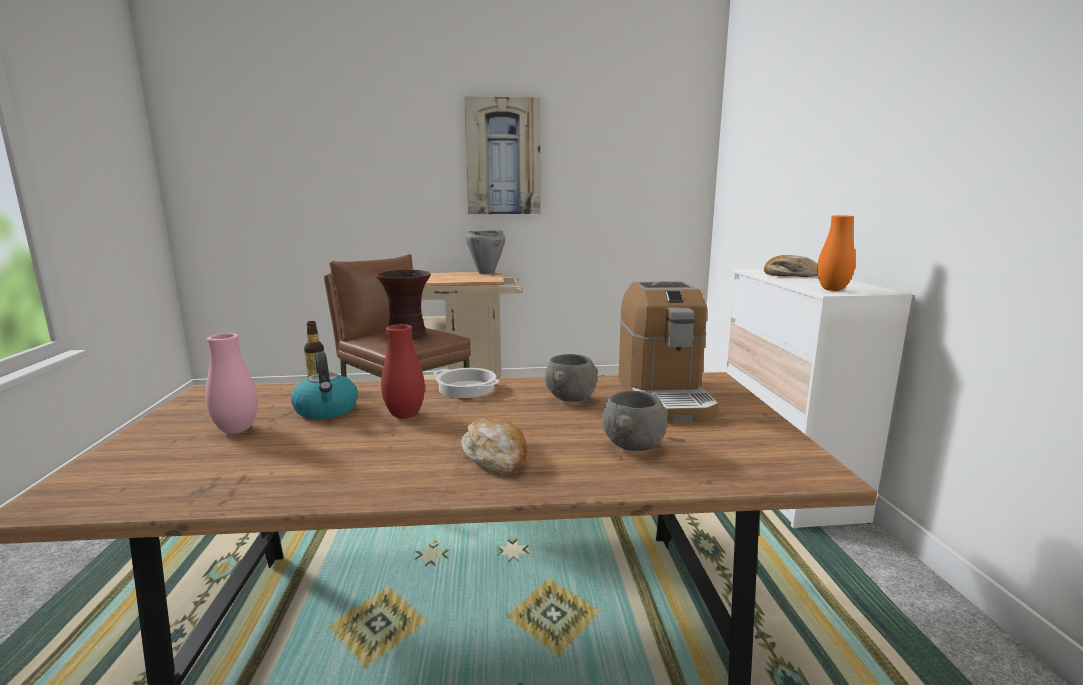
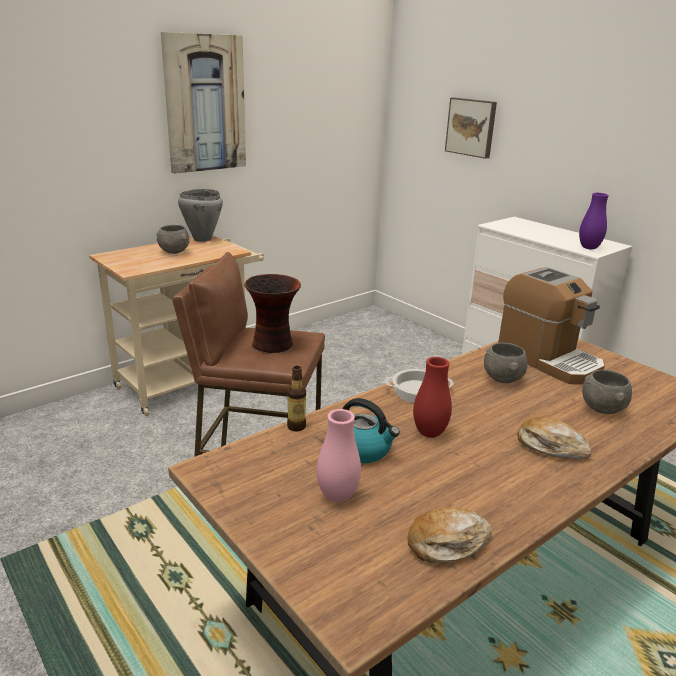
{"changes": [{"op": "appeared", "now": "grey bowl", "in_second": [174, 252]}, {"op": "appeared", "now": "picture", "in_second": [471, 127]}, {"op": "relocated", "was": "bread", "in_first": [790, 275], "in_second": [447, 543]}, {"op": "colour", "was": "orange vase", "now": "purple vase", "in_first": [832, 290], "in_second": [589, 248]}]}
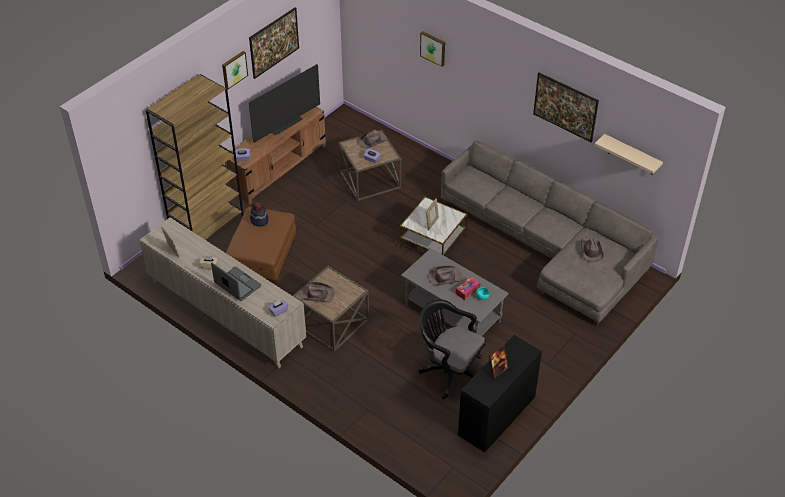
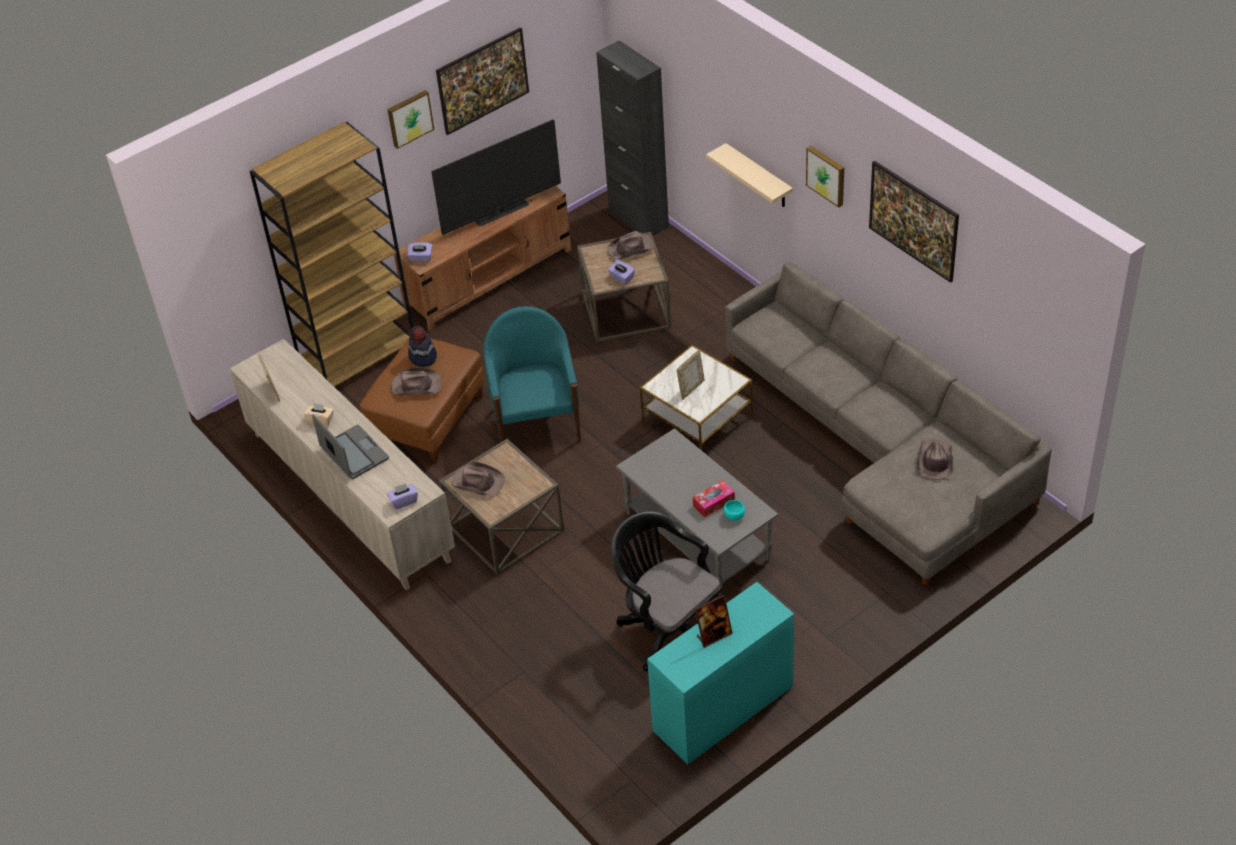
{"changes": [{"op": "appeared", "now": "turquoise armchair", "in_second": [536, 422]}, {"op": "appeared", "now": "black cabinet", "in_second": [638, 218]}, {"op": "relocated", "was": "picture", "in_first": [433, 48], "in_second": [826, 175]}, {"op": "relocated", "was": "brown hat", "in_first": [444, 277], "in_second": [416, 385]}, {"op": "relocated", "was": "beige shelf", "in_first": [631, 155], "in_second": [759, 177]}, {"op": "colour", "was": "black desk", "now": "turquoise desk", "in_first": [497, 416], "in_second": [723, 709]}]}
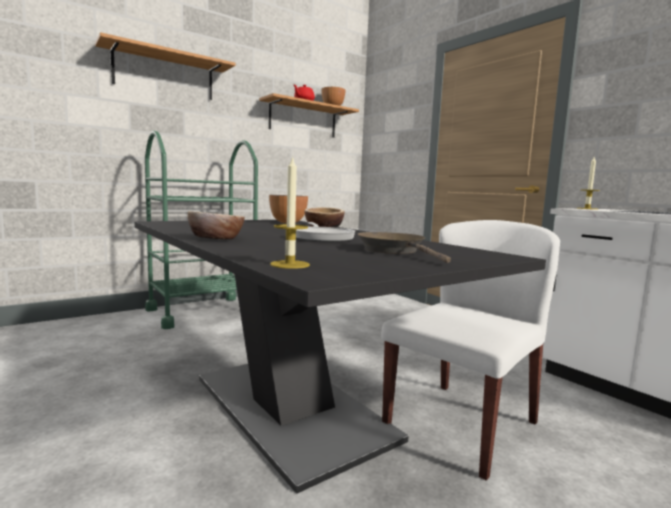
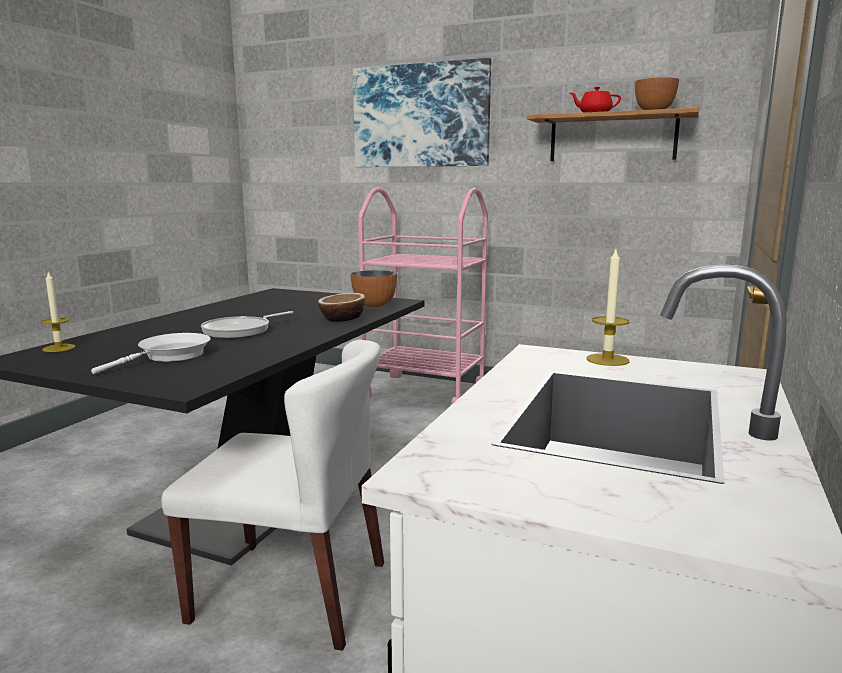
{"changes": [{"op": "missing", "was": "bowl", "in_first": [216, 238]}, {"op": "exchanged", "was": "shelf", "now": "picture", "in_first": [164, 74], "in_second": [420, 116]}, {"op": "colour", "was": "green cart", "now": "pink cart", "in_first": [202, 312], "in_second": [424, 392]}, {"op": "colour", "was": "brown frying pan", "now": "white frying pan", "in_first": [394, 251], "in_second": [170, 356]}]}
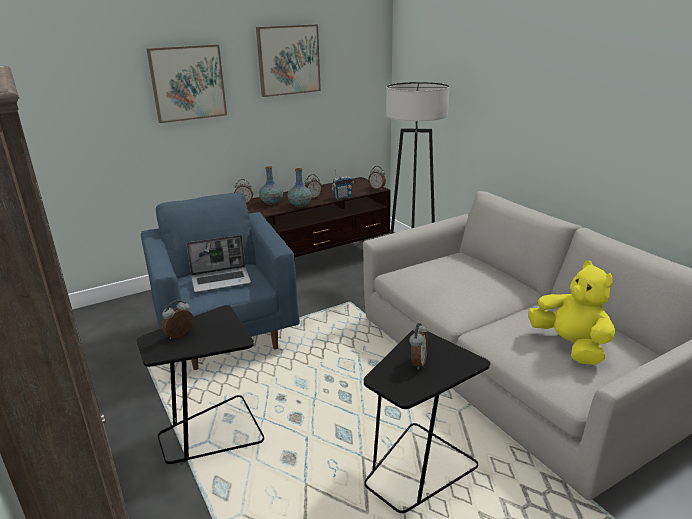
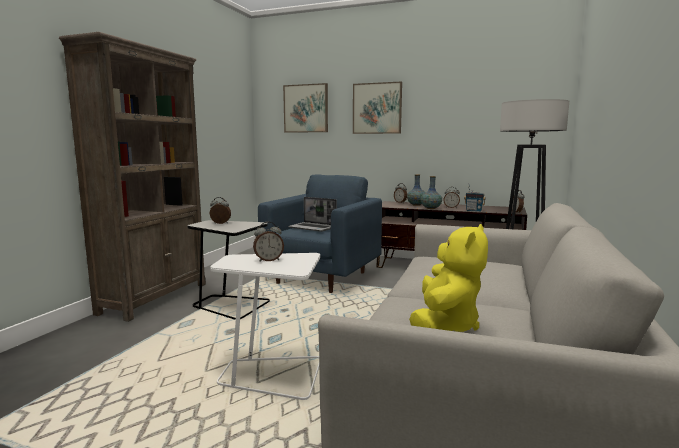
{"changes": [{"op": "relocated", "was": "picture", "in_first": [288, 60], "in_second": [306, 108]}, {"op": "colour", "was": "black side table", "now": "white side table", "in_first": [417, 468], "in_second": [272, 376]}]}
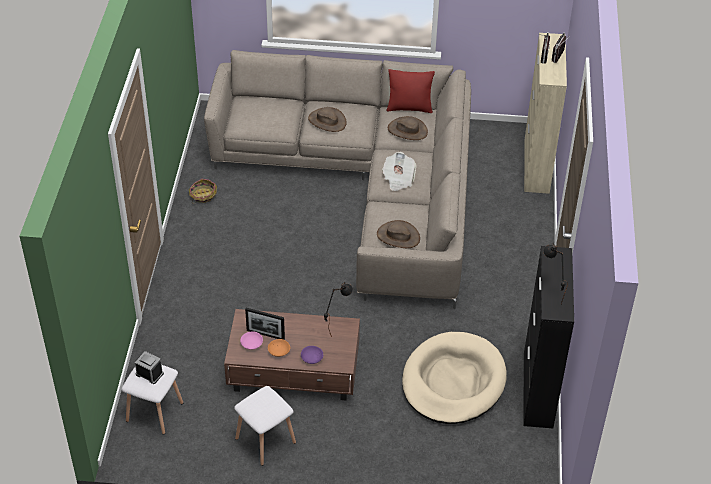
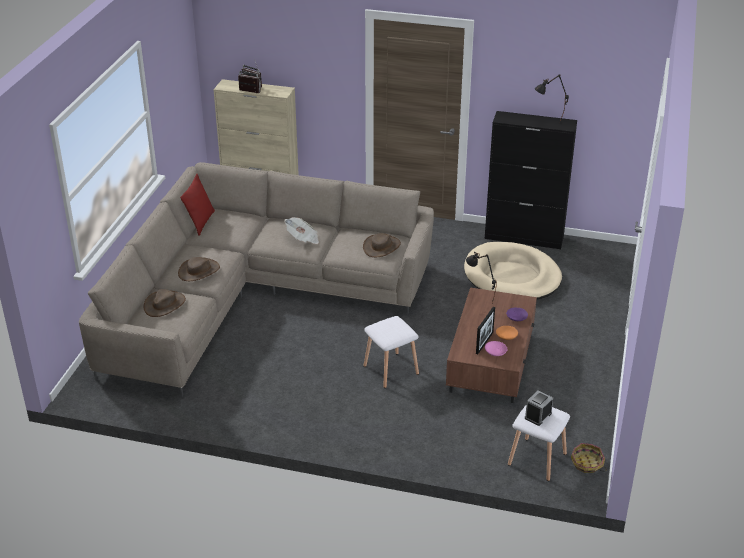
{"changes": [{"op": "relocated", "was": "basket", "in_first": [202, 195], "in_second": [587, 464]}, {"op": "relocated", "was": "white stool", "in_first": [264, 440], "in_second": [390, 370]}, {"op": "relocated", "was": "brown hat", "in_first": [407, 130], "in_second": [164, 304]}]}
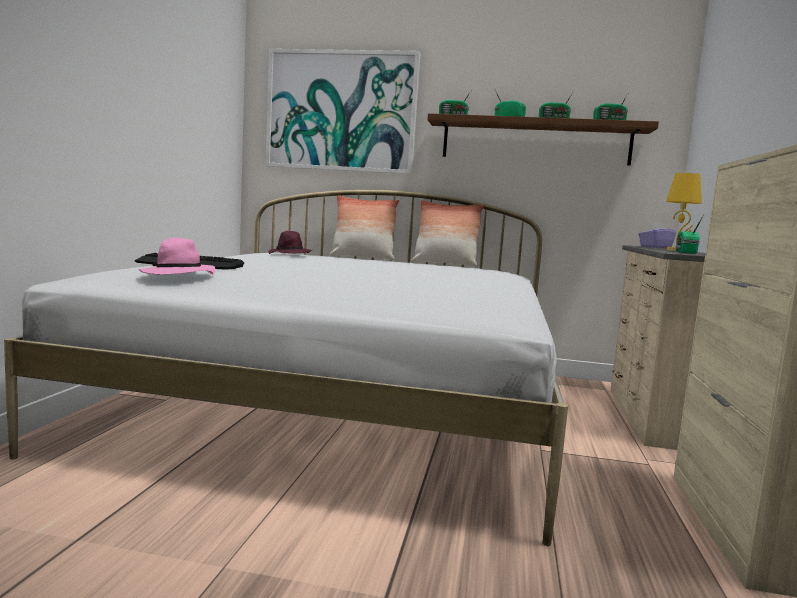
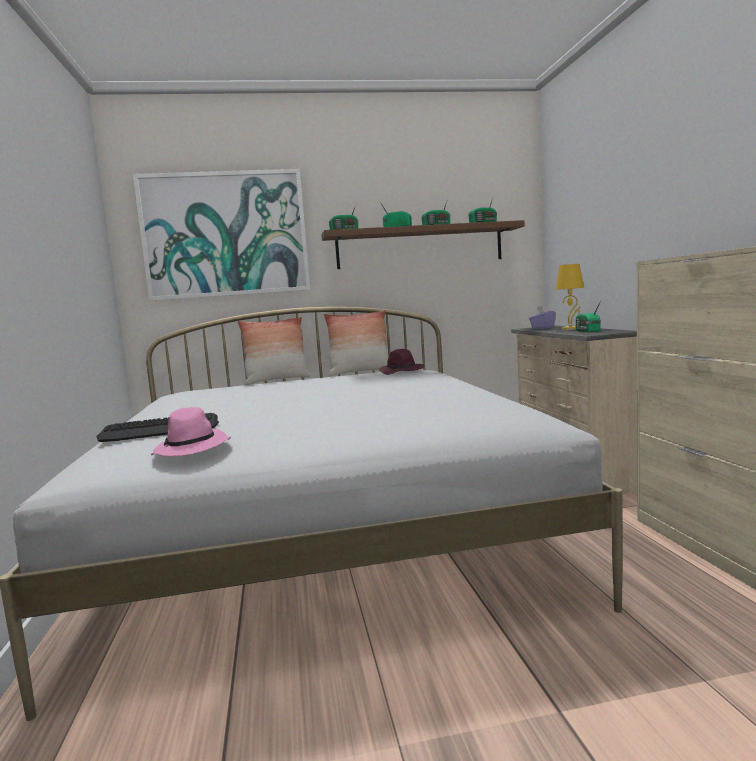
{"changes": [{"op": "relocated", "was": "purple hat", "in_first": [290, 254], "in_second": [402, 371]}]}
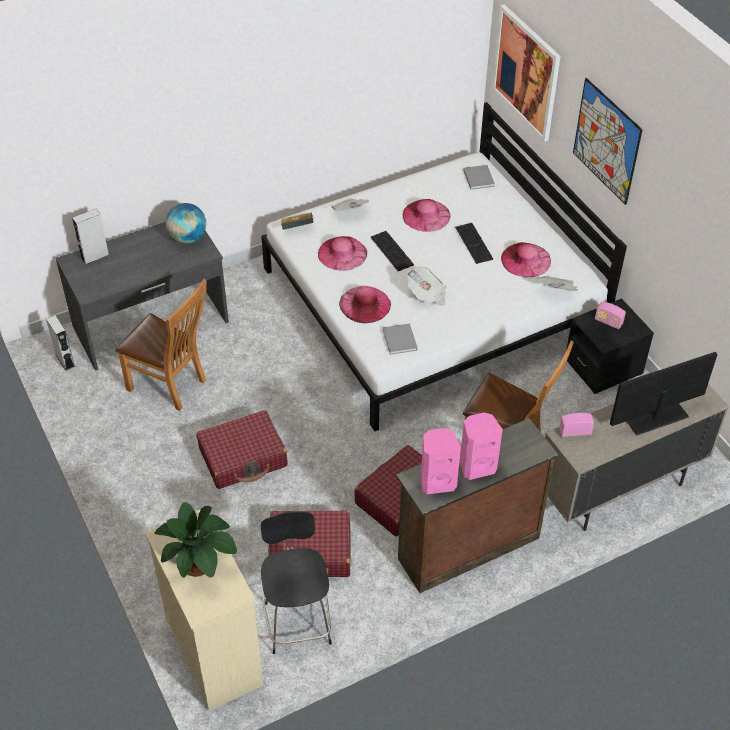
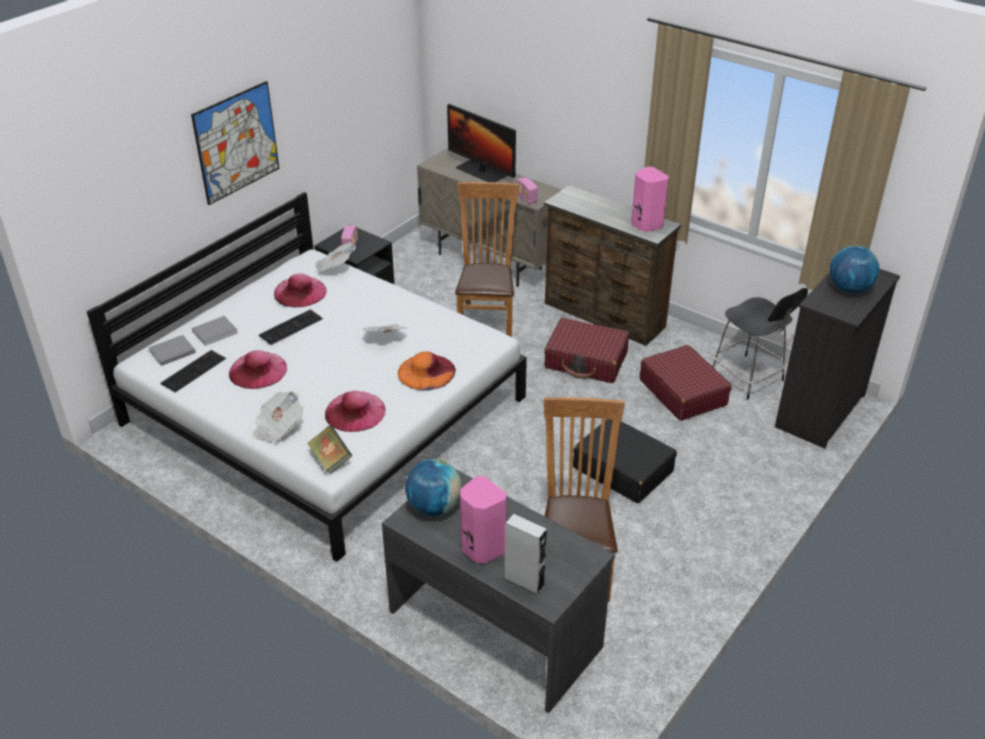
{"changes": [{"op": "missing", "was": "grey speaker", "in_first": [65, 360]}, {"op": "missing", "was": "picture", "in_first": [526, 72]}, {"op": "relocated", "was": "keyboard", "in_first": [393, 251], "in_second": [193, 370]}, {"op": "relocated", "was": "grey book", "in_first": [400, 341], "in_second": [216, 331]}, {"op": "relocated", "was": "pink speaker", "in_first": [477, 466], "in_second": [481, 548]}, {"op": "exchanged", "was": "potted plant", "now": "globe", "in_first": [199, 564], "in_second": [849, 289]}, {"op": "colour", "was": "beige dresser", "now": "black dresser", "in_first": [214, 651], "in_second": [819, 411]}, {"op": "colour", "was": "red suitcase", "now": "black suitcase", "in_first": [243, 457], "in_second": [622, 469]}, {"op": "colour", "was": "pink hat", "now": "orange hat", "in_first": [365, 304], "in_second": [426, 372]}, {"op": "spun", "was": "black chair", "in_first": [297, 620], "in_second": [748, 378], "clockwise": -90}]}
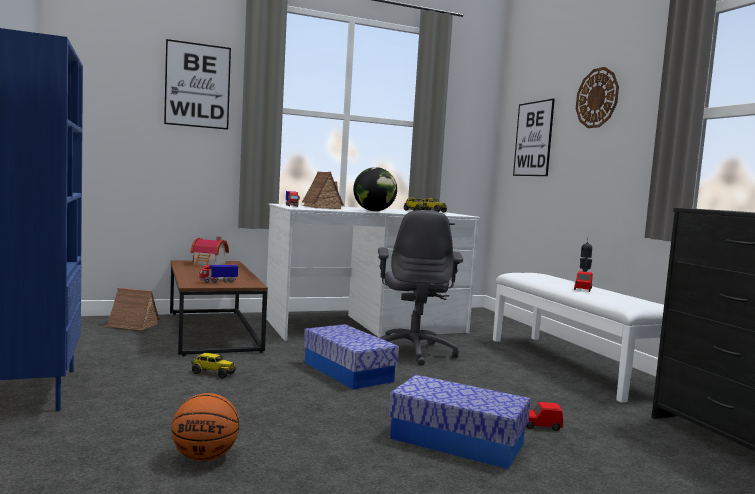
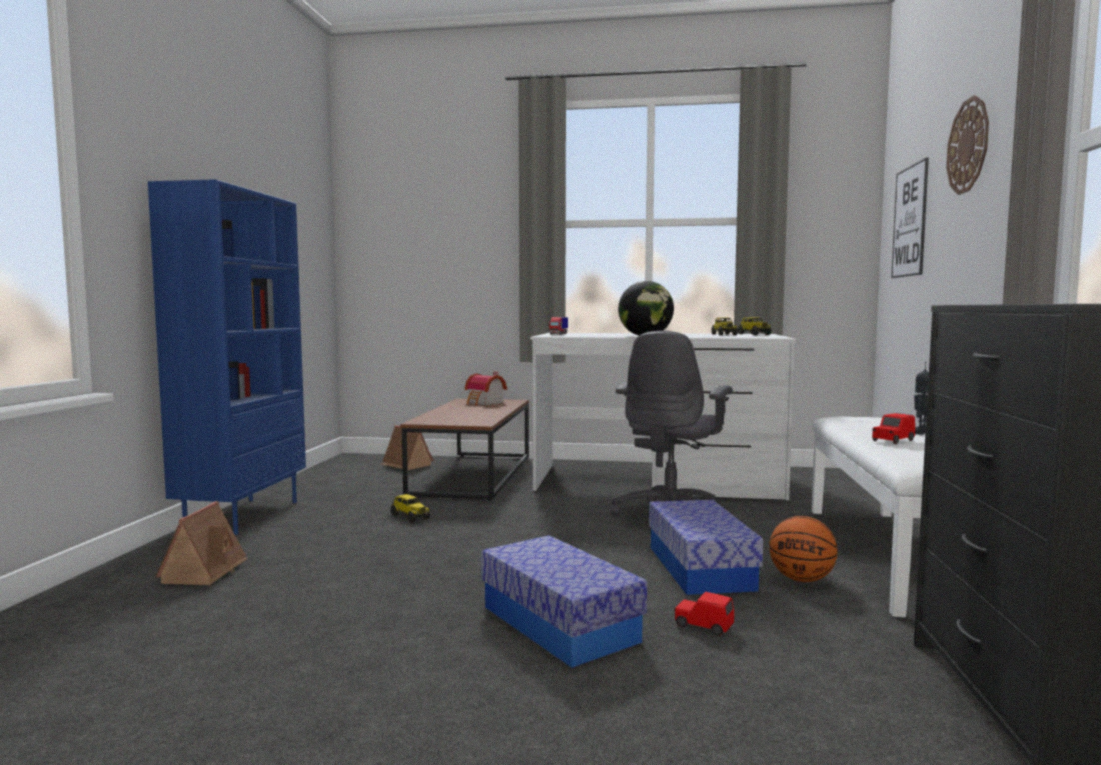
{"changes": [{"op": "missing", "was": "picture", "in_first": [197, 85]}, {"op": "missing", "was": "toy truck", "in_first": [218, 281]}, {"op": "relocated", "was": "basketball", "in_first": [204, 457], "in_second": [801, 579]}, {"op": "relocated", "was": "toy house", "in_first": [321, 207], "in_second": [205, 571]}, {"op": "relocated", "was": "storage box", "in_first": [348, 372], "in_second": [700, 568]}]}
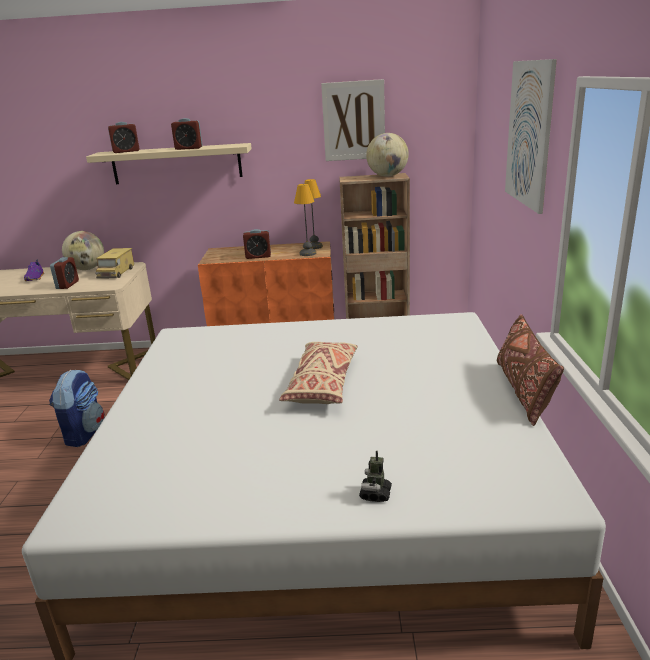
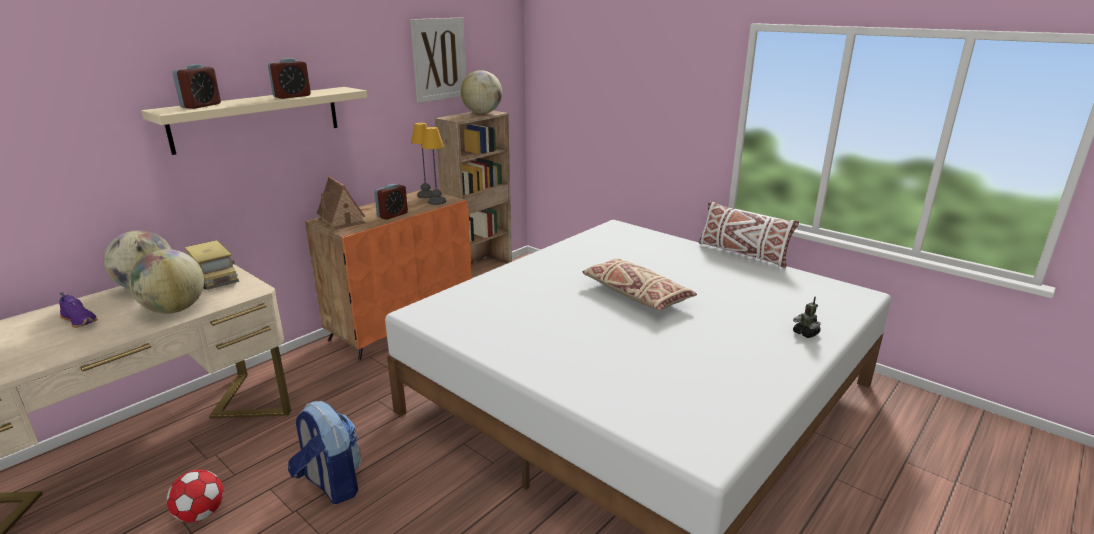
{"changes": [{"op": "missing", "was": "picture", "in_first": [529, 134]}, {"op": "appeared", "now": "football", "in_second": [201, 514]}, {"op": "appeared", "now": "toy house", "in_second": [342, 220]}, {"op": "exchanged", "was": "alarm clock", "now": "globe", "in_first": [67, 285], "in_second": [175, 309]}, {"op": "colour", "was": "brown pillow", "now": "white pillow", "in_first": [523, 391], "in_second": [742, 253]}]}
